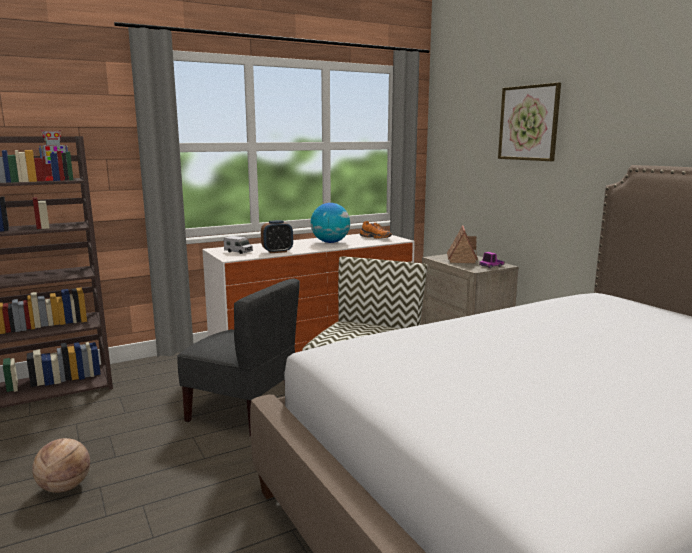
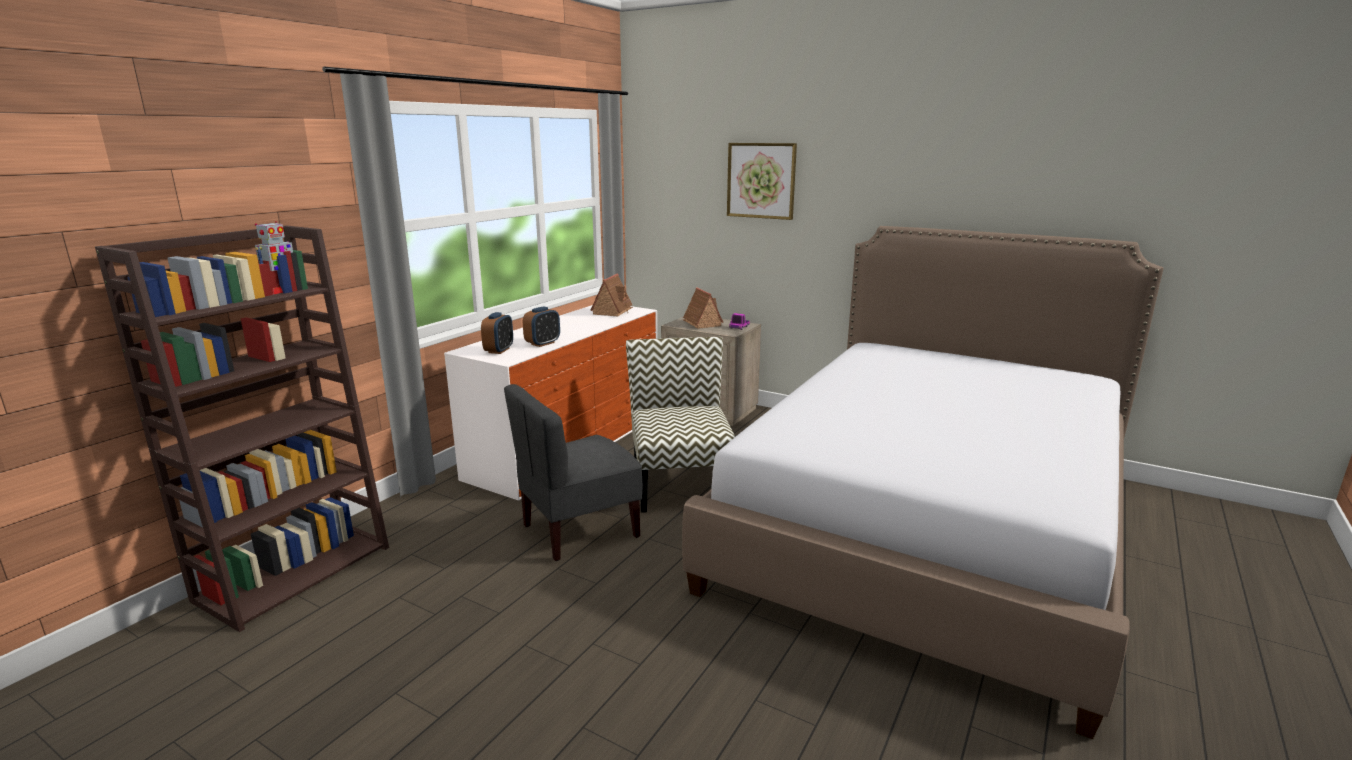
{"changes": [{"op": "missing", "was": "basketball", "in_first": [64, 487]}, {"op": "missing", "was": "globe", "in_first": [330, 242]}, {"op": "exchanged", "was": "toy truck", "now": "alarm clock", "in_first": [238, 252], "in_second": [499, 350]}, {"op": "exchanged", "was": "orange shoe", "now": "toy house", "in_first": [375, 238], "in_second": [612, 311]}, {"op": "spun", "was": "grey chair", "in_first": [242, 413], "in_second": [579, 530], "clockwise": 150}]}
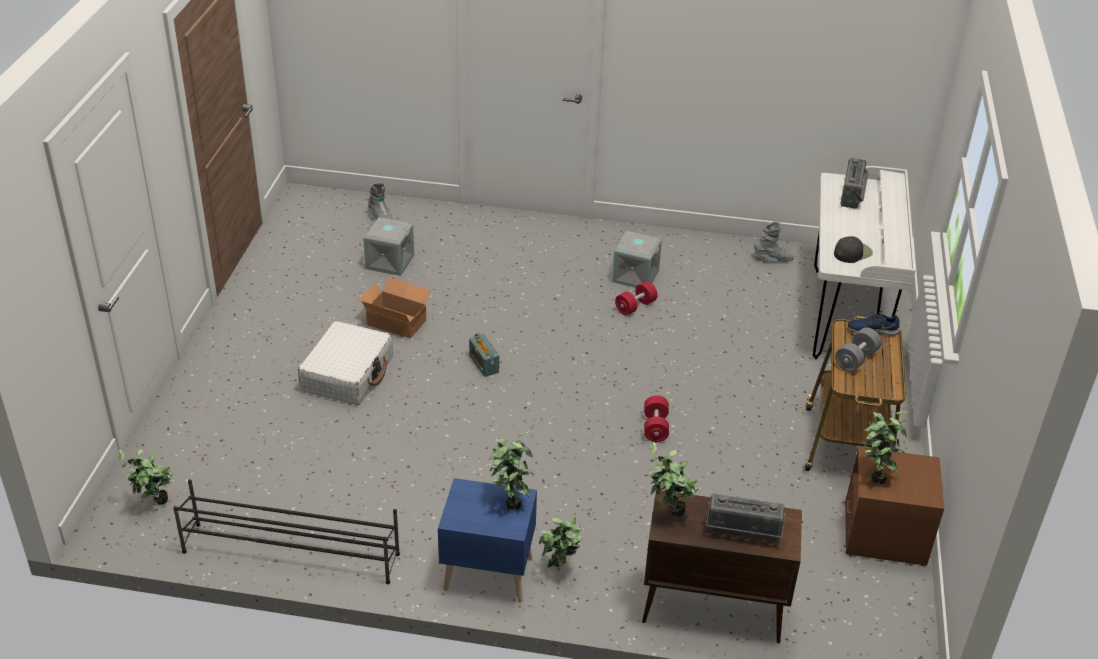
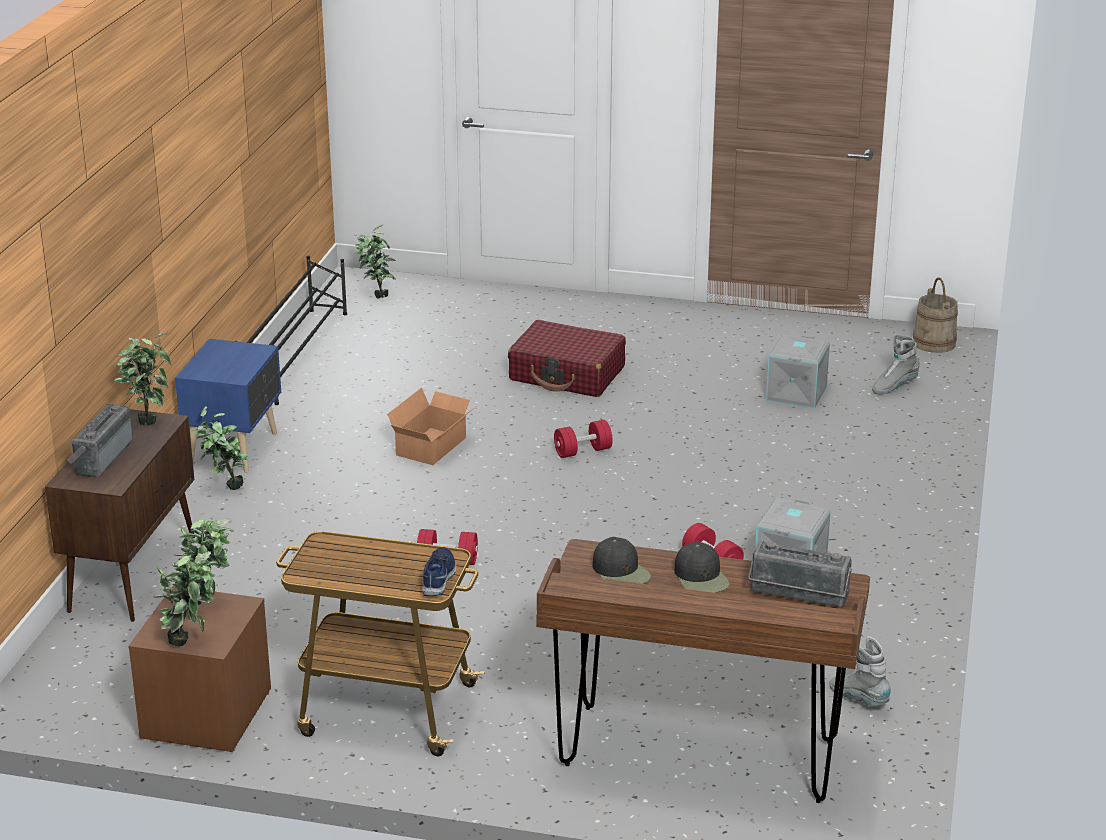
{"changes": [{"op": "missing", "was": "grey dumbbell", "in_first": [856, 359]}, {"op": "appeared", "now": "black cap", "in_second": [701, 577]}, {"op": "appeared", "now": "beige bucket", "in_second": [934, 343]}, {"op": "relocated", "was": "cardboard box", "in_first": [396, 321], "in_second": [434, 446]}, {"op": "relocated", "was": "potted plant", "in_first": [510, 500], "in_second": [191, 641]}, {"op": "exchanged", "was": "radio", "now": "red dumbbell", "in_first": [484, 364], "in_second": [583, 451]}, {"op": "colour", "was": "white suitcase", "now": "red suitcase", "in_first": [348, 374], "in_second": [567, 374]}, {"op": "colour", "was": "white desk", "now": "brown desk", "in_first": [845, 317], "in_second": [699, 754]}, {"op": "spun", "was": "grey boot", "in_first": [772, 259], "in_second": [859, 699], "clockwise": 135}]}
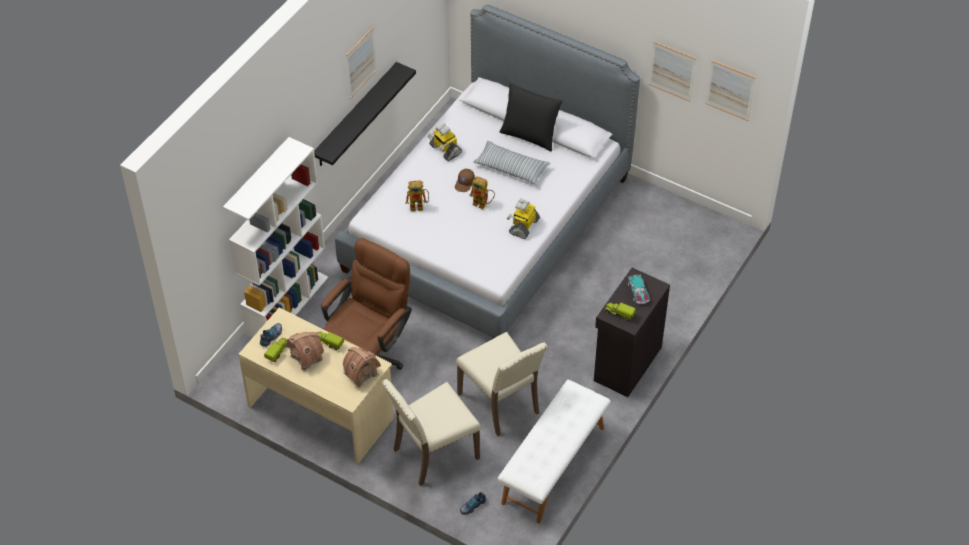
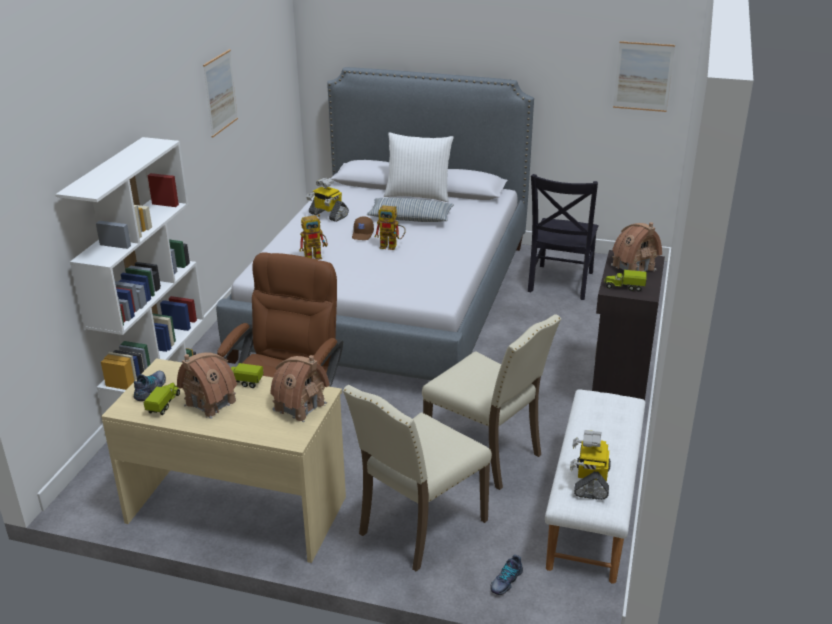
{"changes": [{"op": "missing", "was": "black shelf", "in_first": [355, 116]}, {"op": "missing", "was": "picture", "in_first": [672, 71]}, {"op": "appeared", "now": "black chair", "in_second": [560, 283]}, {"op": "relocated", "was": "toy robot", "in_first": [523, 226], "in_second": [590, 481]}, {"op": "exchanged", "was": "toy car", "now": "toy house", "in_first": [638, 292], "in_second": [633, 267]}, {"op": "colour", "was": "black pillow", "now": "white pillow", "in_first": [530, 135], "in_second": [418, 195]}]}
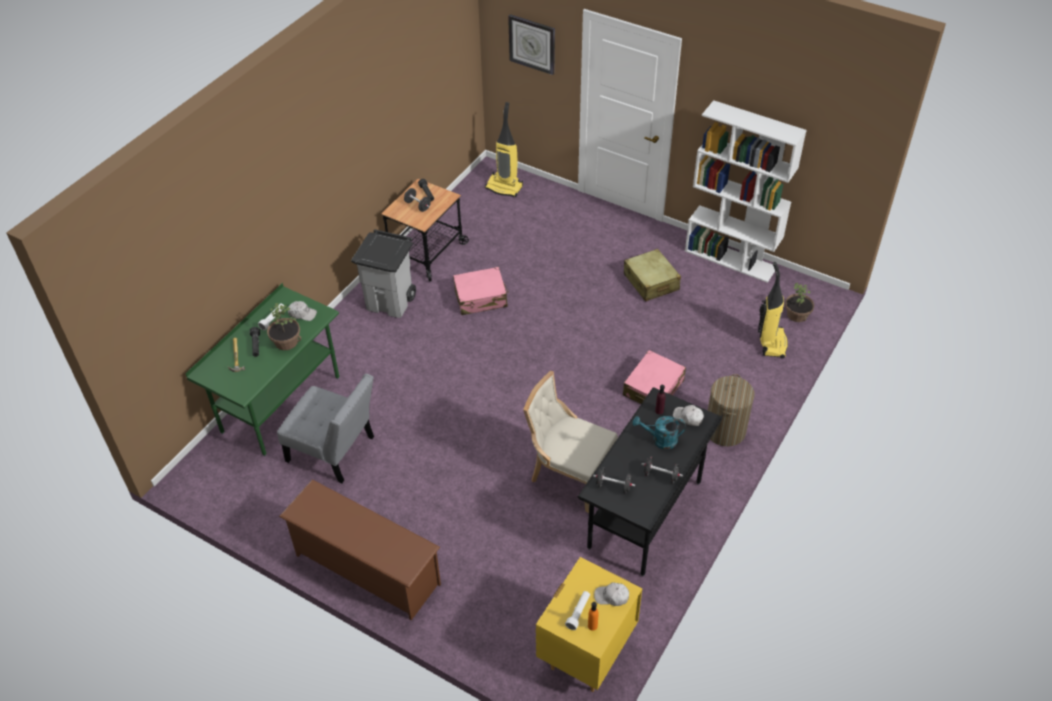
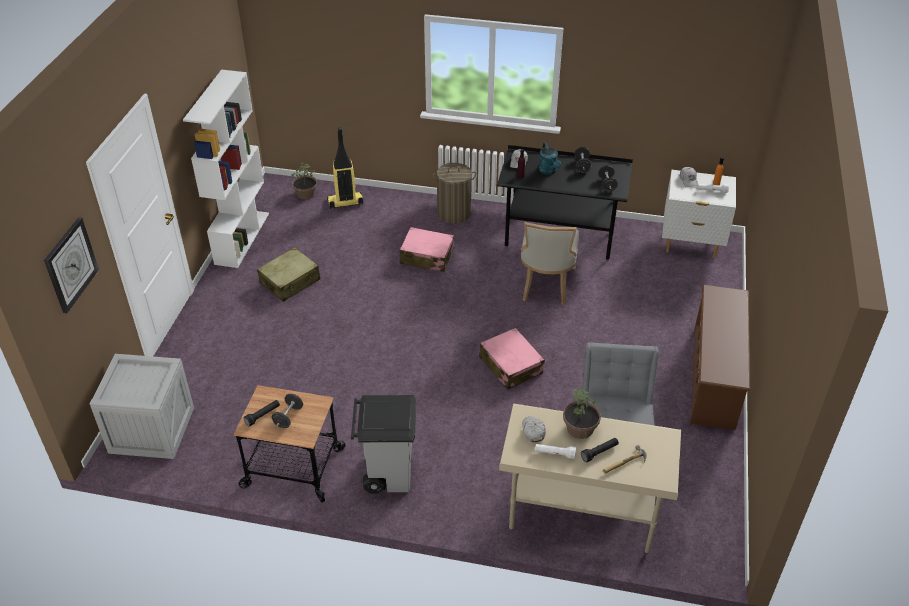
{"changes": [{"op": "relocated", "was": "pink suitcase", "in_first": [481, 298], "in_second": [510, 365]}, {"op": "exchanged", "was": "vacuum cleaner", "now": "crate", "in_first": [504, 187], "in_second": [151, 429]}, {"op": "colour", "was": "green desk", "now": "beige desk", "in_first": [281, 405], "in_second": [581, 515]}, {"op": "colour", "was": "yellow nightstand", "now": "white nightstand", "in_first": [586, 654], "in_second": [691, 244]}]}
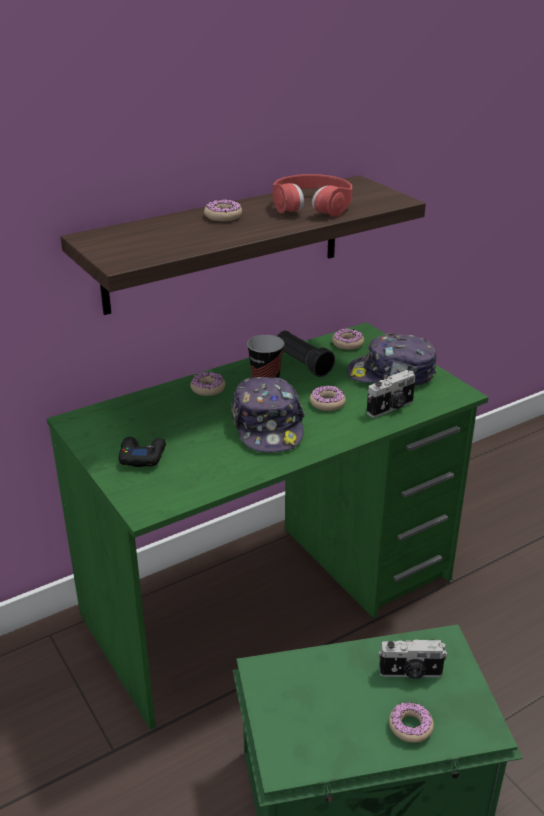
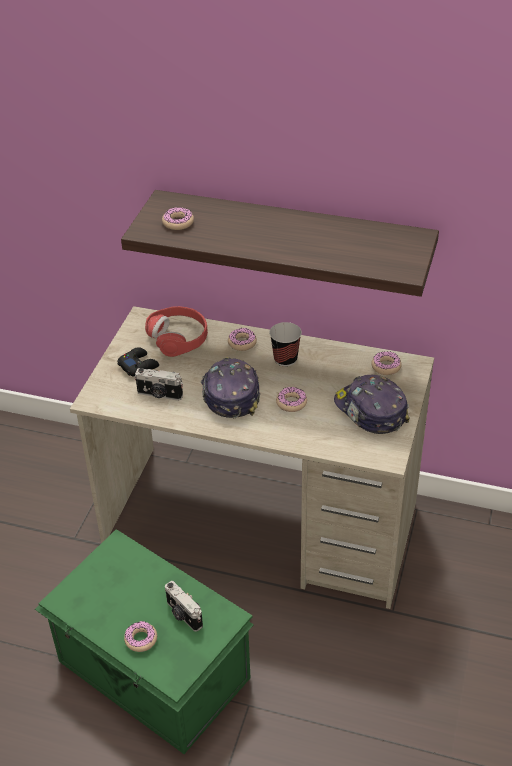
{"changes": [{"op": "missing", "was": "black flashlight", "in_first": [302, 363]}, {"op": "relocated", "was": "donut", "in_first": [223, 216], "in_second": [178, 222]}, {"op": "relocated", "was": "red headphones", "in_first": [312, 206], "in_second": [178, 337]}, {"op": "relocated", "was": "photo camera", "in_first": [391, 408], "in_second": [159, 395]}, {"op": "colour", "was": "green desk", "now": "beige desk", "in_first": [271, 598], "in_second": [261, 524]}, {"op": "spun", "was": "cap", "in_first": [268, 426], "in_second": [230, 394], "clockwise": 135}]}
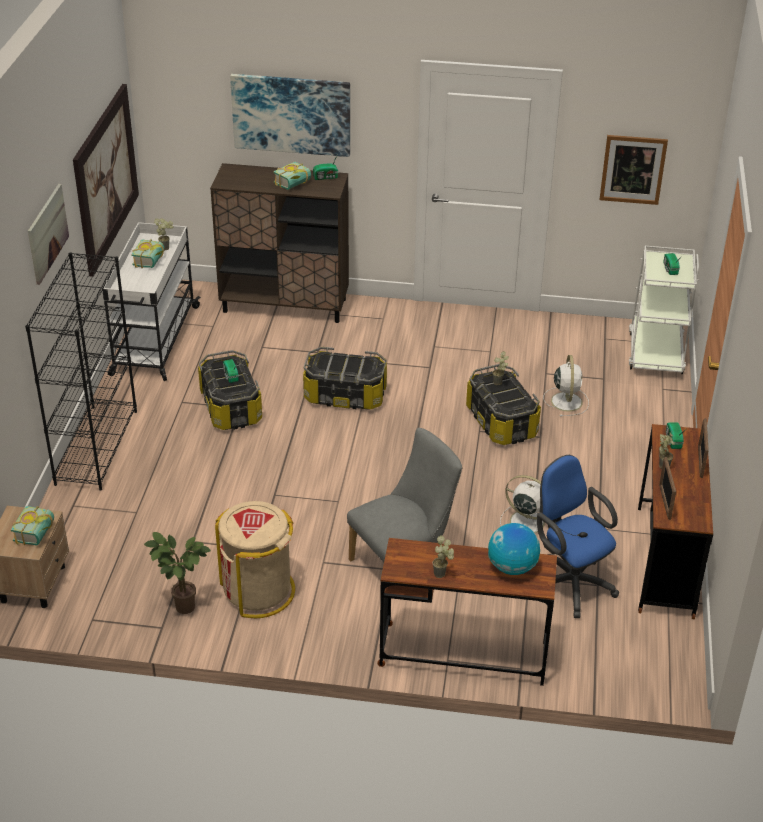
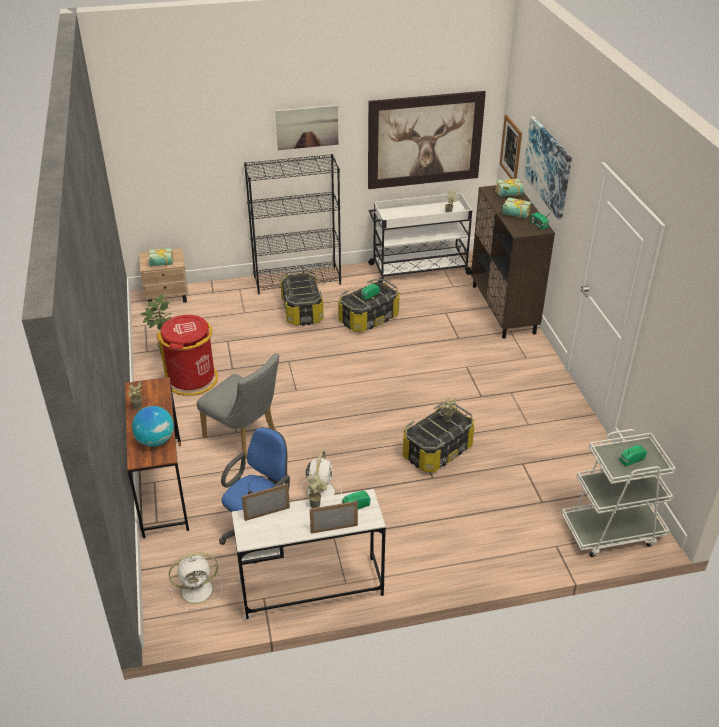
{"changes": [{"op": "relocated", "was": "book", "in_first": [152, 261], "in_second": [509, 195]}, {"op": "relocated", "was": "storage box", "in_first": [345, 395], "in_second": [302, 311]}, {"op": "relocated", "was": "white fan", "in_first": [566, 401], "in_second": [198, 590]}, {"op": "relocated", "was": "picture", "in_first": [633, 169], "in_second": [511, 149]}, {"op": "colour", "was": "beige trash can", "now": "red trash can", "in_first": [258, 591], "in_second": [192, 379]}, {"op": "colour", "was": "brown desk", "now": "white desk", "in_first": [665, 561], "in_second": [311, 588]}]}
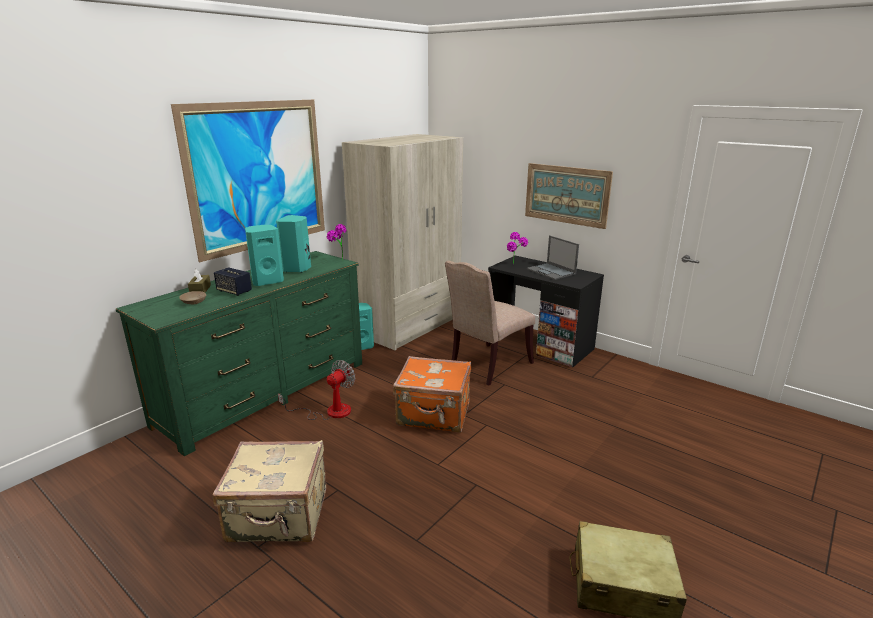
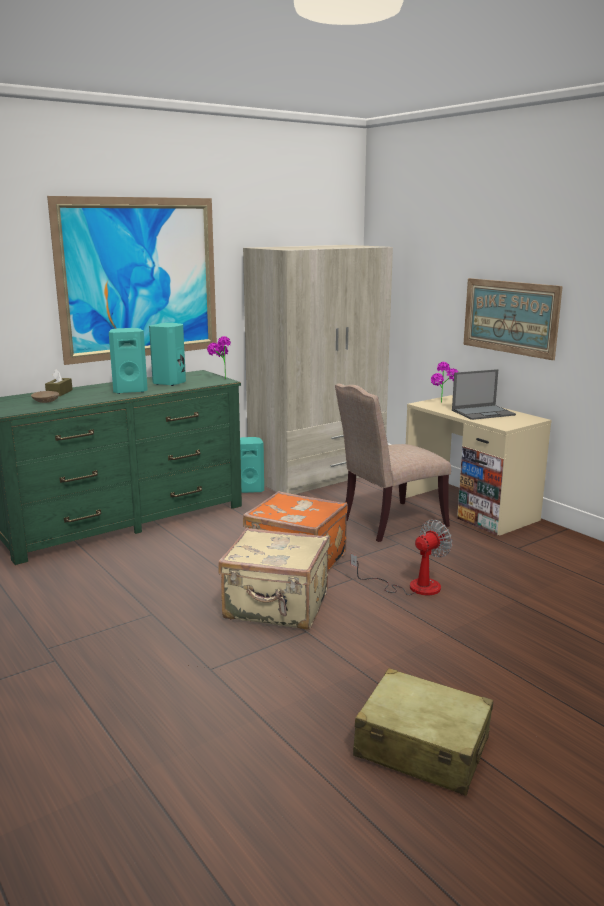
{"changes": [{"op": "missing", "was": "speaker", "in_first": [234, 291]}, {"op": "relocated", "was": "beige suitcase", "in_first": [279, 516], "in_second": [276, 607]}, {"op": "relocated", "was": "fan", "in_first": [329, 412], "in_second": [412, 586]}, {"op": "colour", "was": "black desk", "now": "beige desk", "in_first": [539, 344], "in_second": [469, 508]}, {"op": "spun", "was": "laptop", "in_first": [551, 271], "in_second": [483, 412], "clockwise": -90}]}
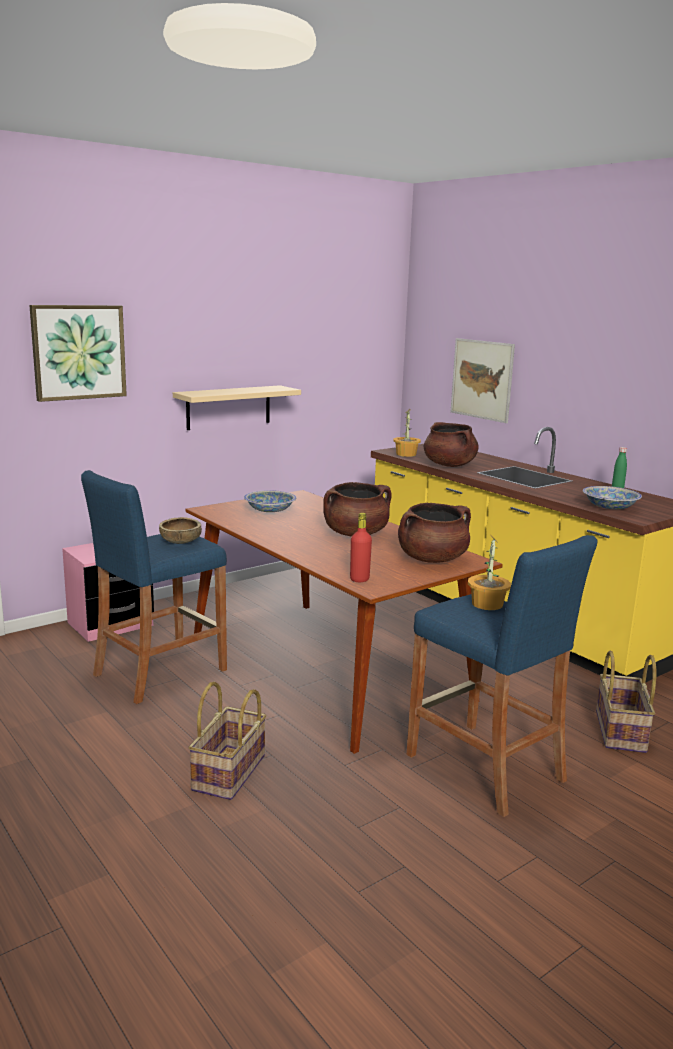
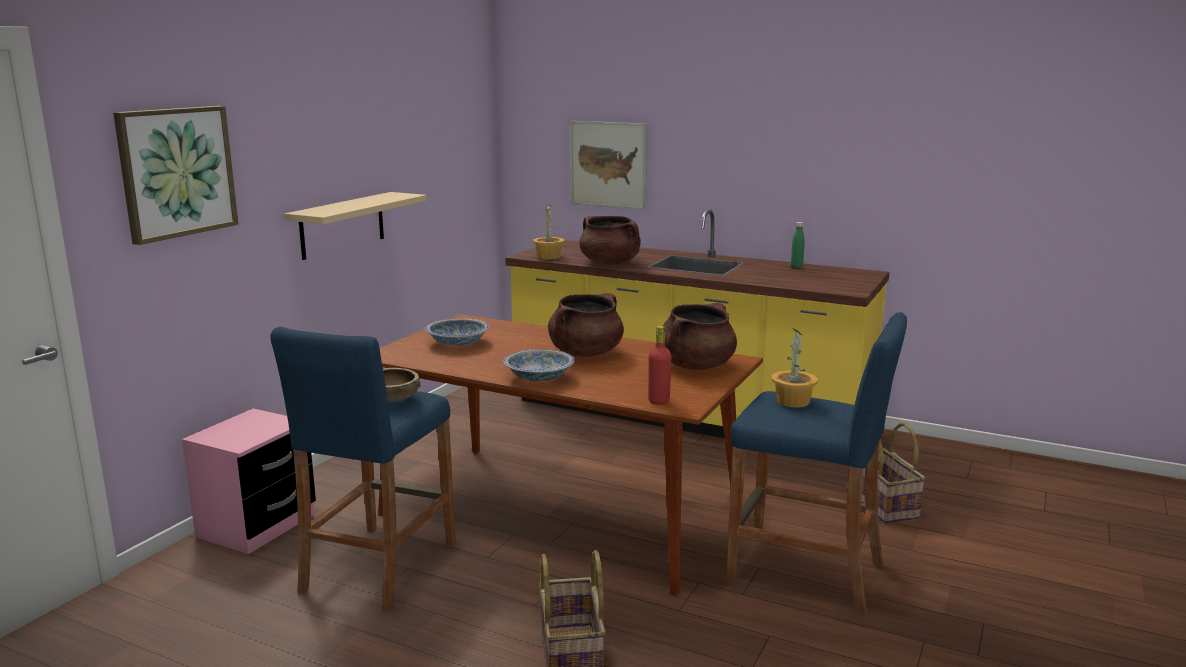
{"changes": [{"op": "relocated", "was": "bowl", "in_first": [610, 507], "in_second": [539, 378]}]}
